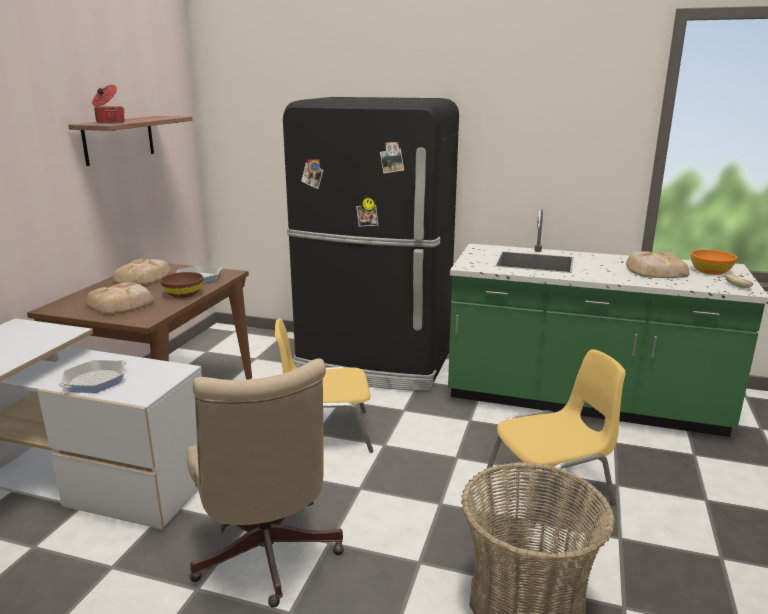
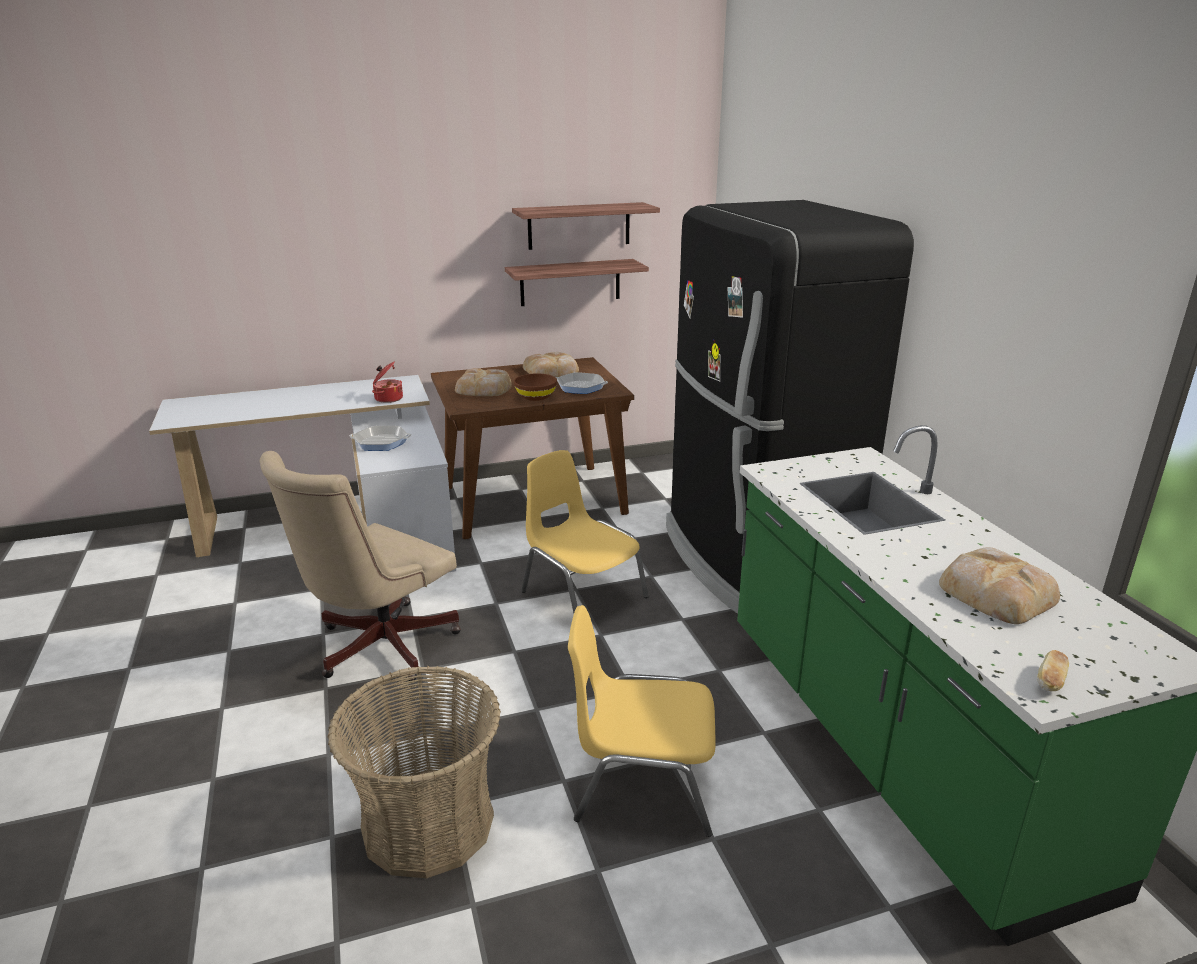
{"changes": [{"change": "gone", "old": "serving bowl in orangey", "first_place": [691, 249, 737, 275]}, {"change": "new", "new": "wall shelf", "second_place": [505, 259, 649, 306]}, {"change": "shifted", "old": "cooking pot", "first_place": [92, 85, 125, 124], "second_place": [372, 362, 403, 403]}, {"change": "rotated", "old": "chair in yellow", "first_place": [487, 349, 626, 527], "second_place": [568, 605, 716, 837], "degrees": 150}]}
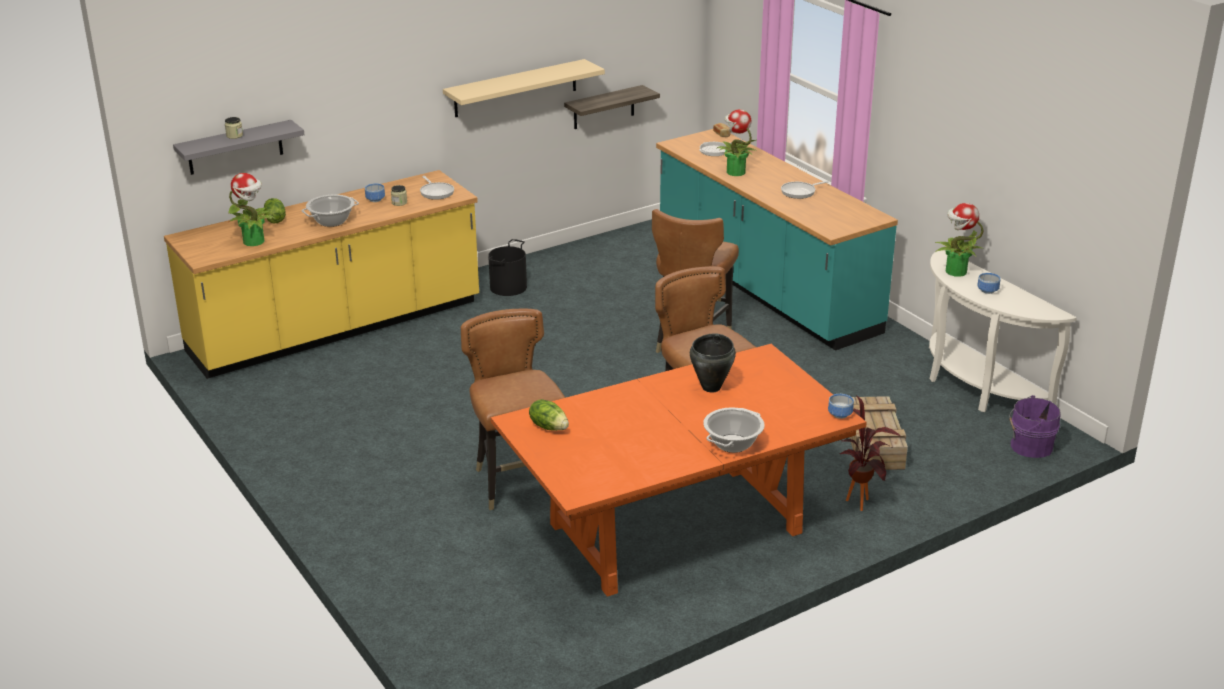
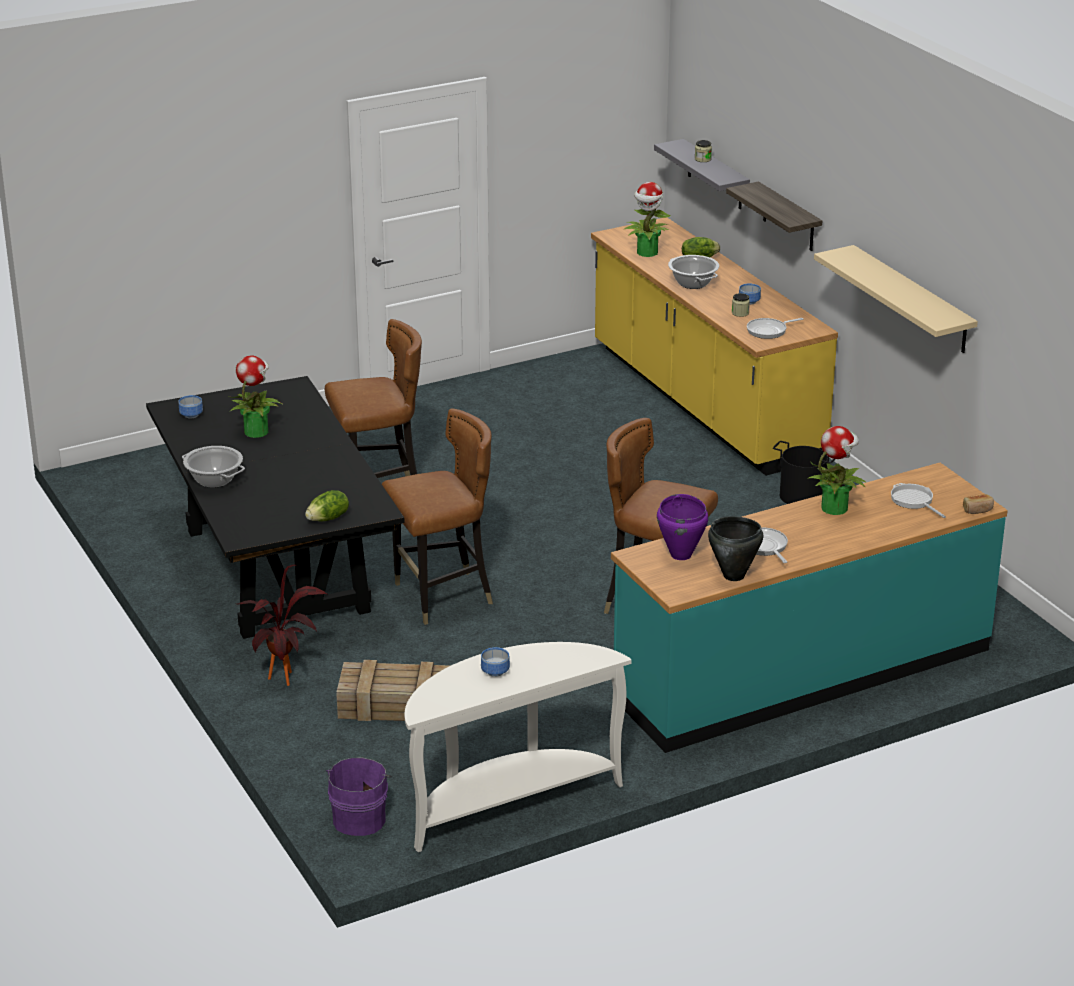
{"changes": [{"change": "new", "new": "cooking pot in purple-coloured", "second_place": [657, 494, 709, 560]}, {"change": "shifted", "old": "lettuce", "first_place": [529, 399, 569, 431], "second_place": [305, 490, 349, 521]}, {"change": "shifted", "old": "wall shelf", "first_place": [564, 85, 660, 129], "second_place": [726, 182, 822, 251]}, {"change": "shifted", "old": "cooking pot in black-coloured", "first_place": [690, 333, 736, 392], "second_place": [708, 516, 763, 581]}, {"change": "shifted", "old": "serving bowl", "first_place": [828, 394, 854, 419], "second_place": [179, 395, 203, 418]}, {"change": "shifted", "old": "houseplant", "first_place": [935, 203, 983, 277], "second_place": [229, 355, 282, 438]}, {"change": "repainted", "old": "dinner table in orangey", "new": "dinner table in black-coloured", "first_place": [491, 344, 867, 597], "second_place": [146, 376, 405, 639]}]}
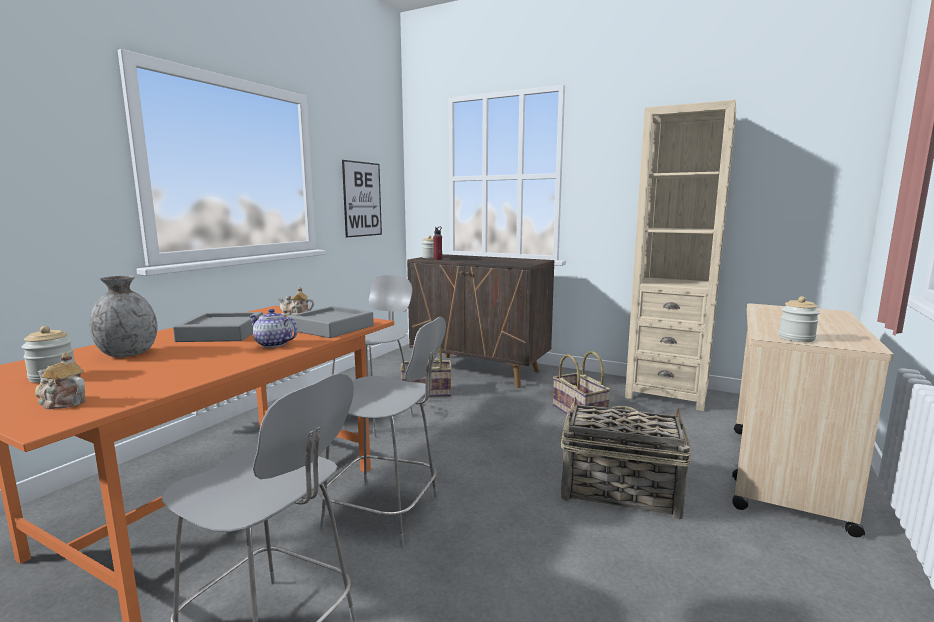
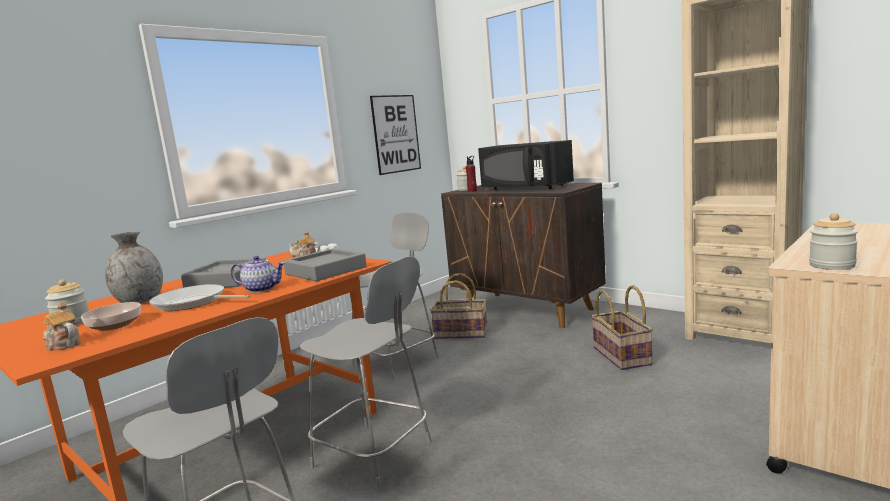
{"changes": [{"change": "gone", "old": "storage basket", "first_place": [561, 397, 691, 520]}, {"change": "new", "new": "serving bowl", "second_place": [81, 302, 141, 331]}, {"change": "new", "new": "skillet", "second_place": [149, 284, 250, 311]}, {"change": "new", "new": "microwave oven in black-coloured", "second_place": [478, 140, 574, 190]}, {"change": "rotated", "old": "pot for tea", "first_place": [249, 309, 298, 348], "second_place": [231, 256, 285, 293], "degrees": 150}]}
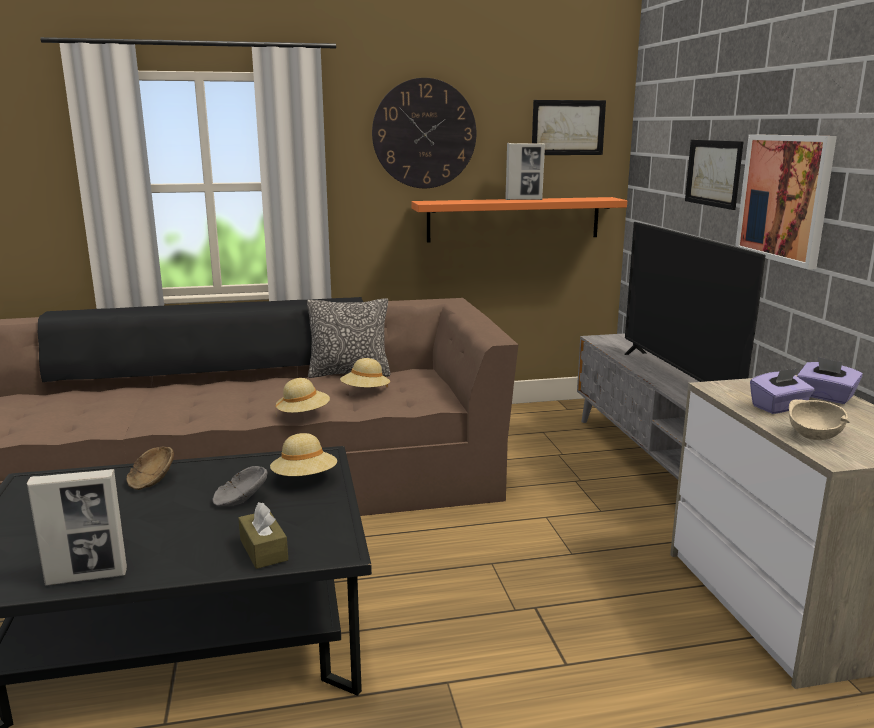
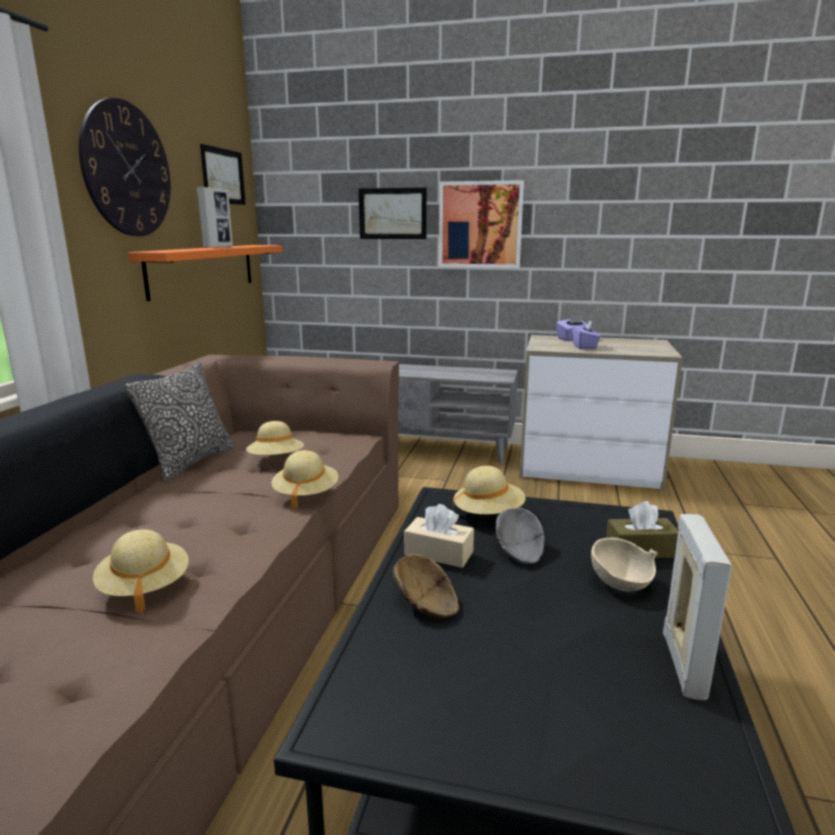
{"changes": [{"change": "gone", "old": "TV set", "first_place": [624, 222, 766, 382]}, {"change": "new", "new": "hat in sand-coloured", "second_place": [93, 529, 189, 612]}, {"change": "new", "new": "tissue holder in sand-coloured", "second_place": [404, 504, 474, 568]}, {"change": "shifted", "old": "serving bowl in sand-coloured", "first_place": [789, 399, 849, 440], "second_place": [591, 538, 658, 592]}]}
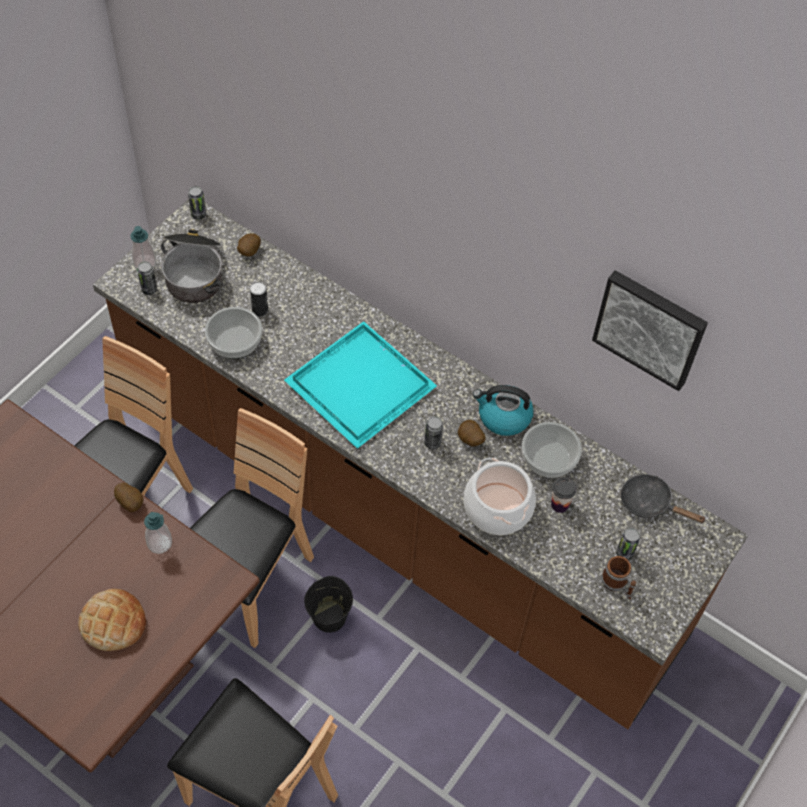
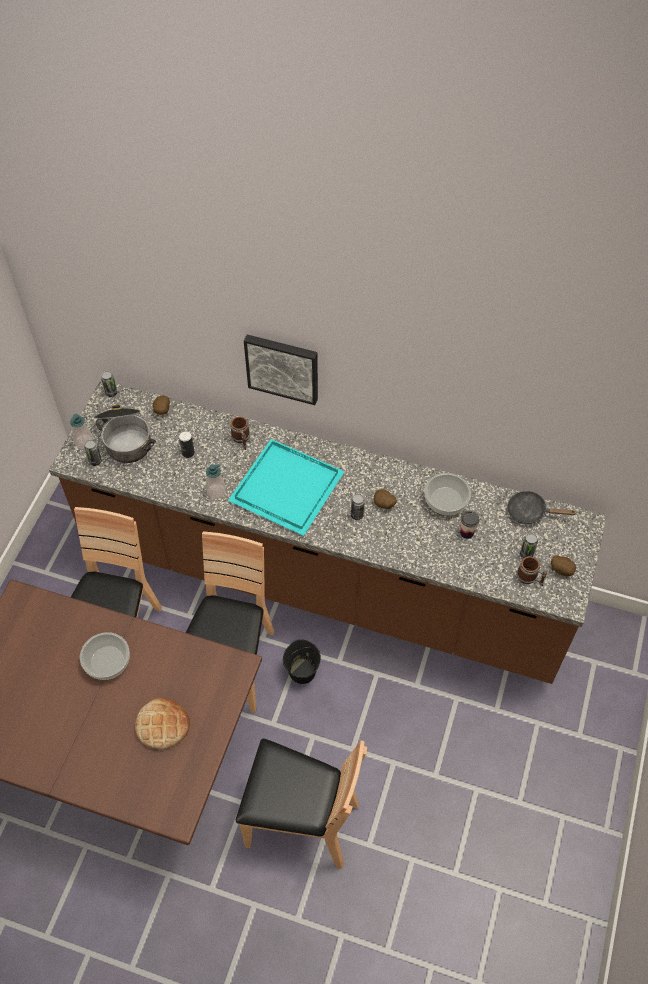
{"changes": [{"change": "gone", "old": "cooking pot", "first_place": [463, 458, 536, 535]}, {"change": "gone", "old": "kettle", "first_place": [473, 385, 533, 436]}, {"change": "new", "new": "coffee mug", "second_place": [230, 417, 250, 450]}, {"change": "shifted", "old": "whole potato", "first_place": [114, 483, 144, 512], "second_place": [551, 555, 576, 577]}, {"change": "shifted", "old": "liquid soap bottle", "first_place": [144, 512, 172, 554], "second_place": [206, 464, 226, 499]}, {"change": "shifted", "old": "serving bowl", "first_place": [205, 307, 262, 359], "second_place": [80, 632, 130, 680]}, {"change": "shifted", "old": "wall picture", "first_place": [592, 270, 708, 391], "second_place": [244, 334, 318, 405]}]}
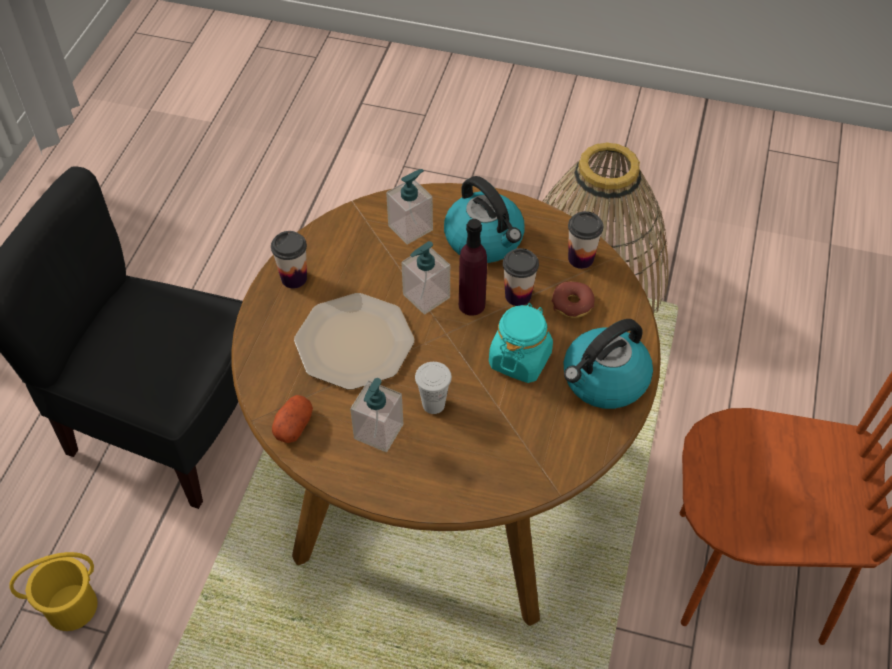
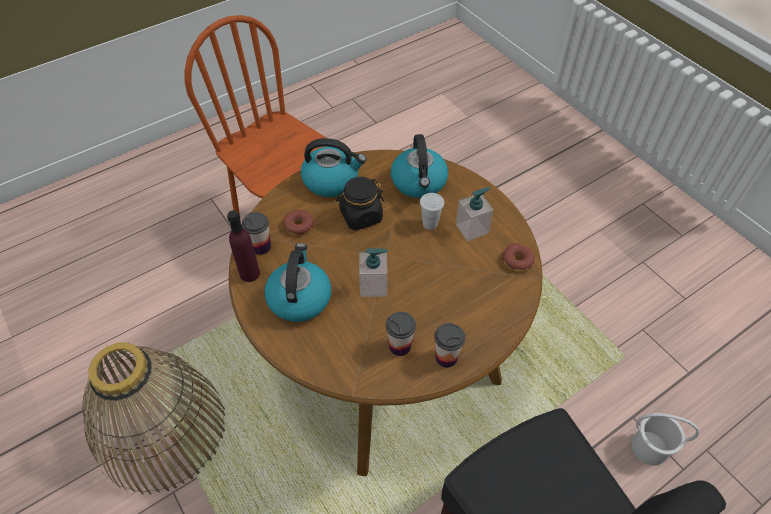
{"changes": [{"change": "gone", "old": "flat dish", "first_place": [294, 293, 414, 390]}, {"change": "gone", "old": "liquid soap bottle", "first_place": [386, 169, 433, 245]}, {"change": "new", "new": "kettle", "second_place": [391, 134, 448, 198]}, {"change": "shifted", "old": "beverage bottle in purple-coloured", "first_place": [459, 219, 487, 316], "second_place": [227, 210, 260, 282]}, {"change": "shifted", "old": "drinking cup", "first_place": [503, 248, 539, 306], "second_place": [386, 312, 416, 356]}, {"change": "swapped", "old": "whole potato", "new": "donut", "first_place": [272, 395, 313, 443], "second_place": [502, 243, 535, 272]}, {"change": "repainted", "old": "water bucket in yellow", "new": "water bucket in white", "first_place": [10, 552, 98, 631], "second_place": [631, 413, 699, 465]}, {"change": "repainted", "old": "jar in turquoise", "new": "jar in black-coloured", "first_place": [489, 303, 553, 383], "second_place": [336, 177, 384, 231]}]}
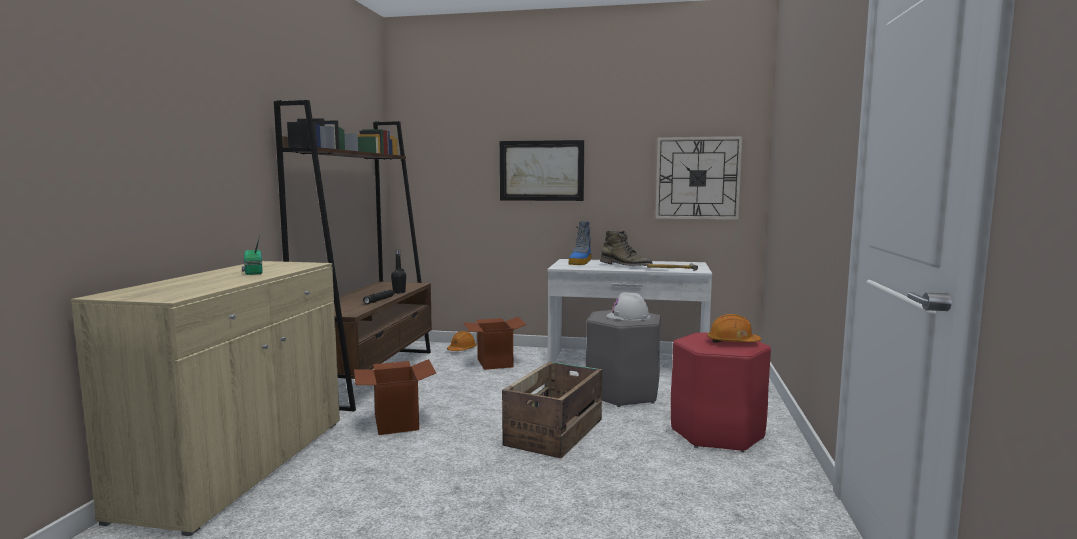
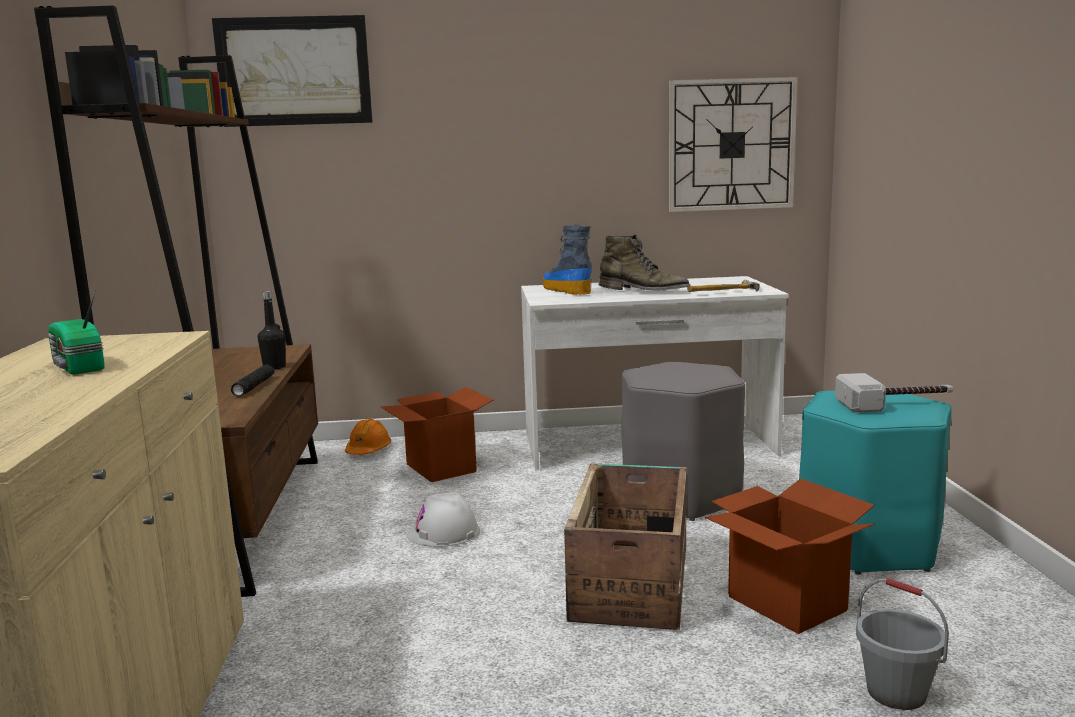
{"changes": [{"change": "new", "new": "water bucket in greyish", "second_place": [856, 578, 949, 710]}, {"change": "shifted", "old": "cardboard box", "first_place": [354, 359, 436, 435], "second_place": [705, 478, 875, 634]}, {"change": "shifted", "old": "wall picture", "first_place": [500, 140, 584, 201], "second_place": [212, 15, 373, 127]}, {"change": "shifted", "old": "safety helmet in white", "first_place": [607, 293, 651, 321], "second_place": [407, 492, 480, 547]}, {"change": "swapped", "old": "safety helmet in orangey", "new": "hand hammer", "first_place": [707, 314, 761, 343], "second_place": [835, 373, 953, 412]}, {"change": "repainted", "old": "sitting stool in red-coloured", "new": "sitting stool in turquoise", "first_place": [671, 332, 771, 452], "second_place": [799, 391, 952, 575]}, {"change": "rotated", "old": "high-top boot", "first_place": [568, 221, 592, 265], "second_place": [543, 225, 592, 295], "degrees": 150}]}
